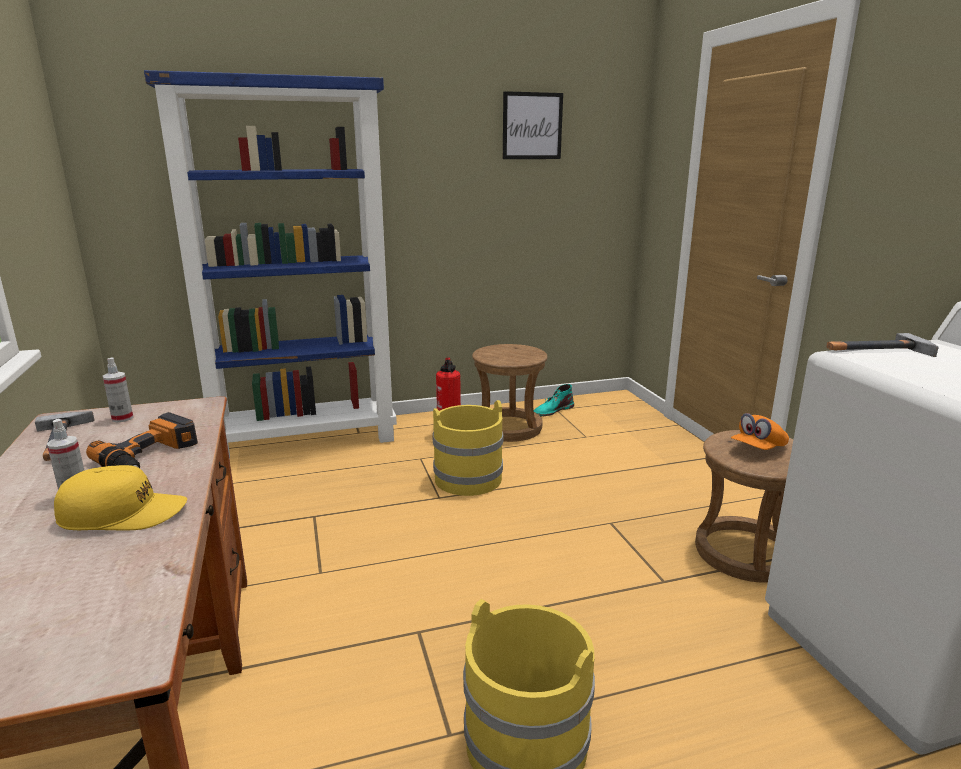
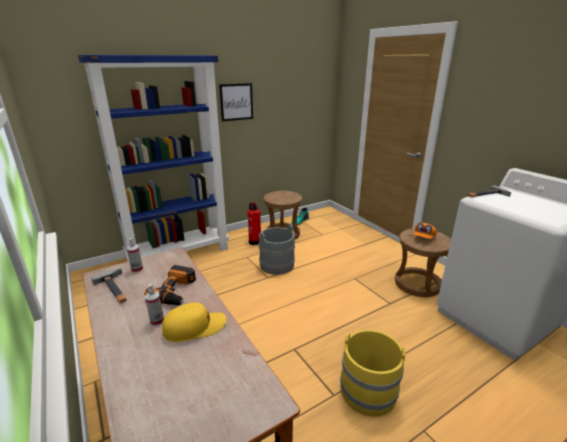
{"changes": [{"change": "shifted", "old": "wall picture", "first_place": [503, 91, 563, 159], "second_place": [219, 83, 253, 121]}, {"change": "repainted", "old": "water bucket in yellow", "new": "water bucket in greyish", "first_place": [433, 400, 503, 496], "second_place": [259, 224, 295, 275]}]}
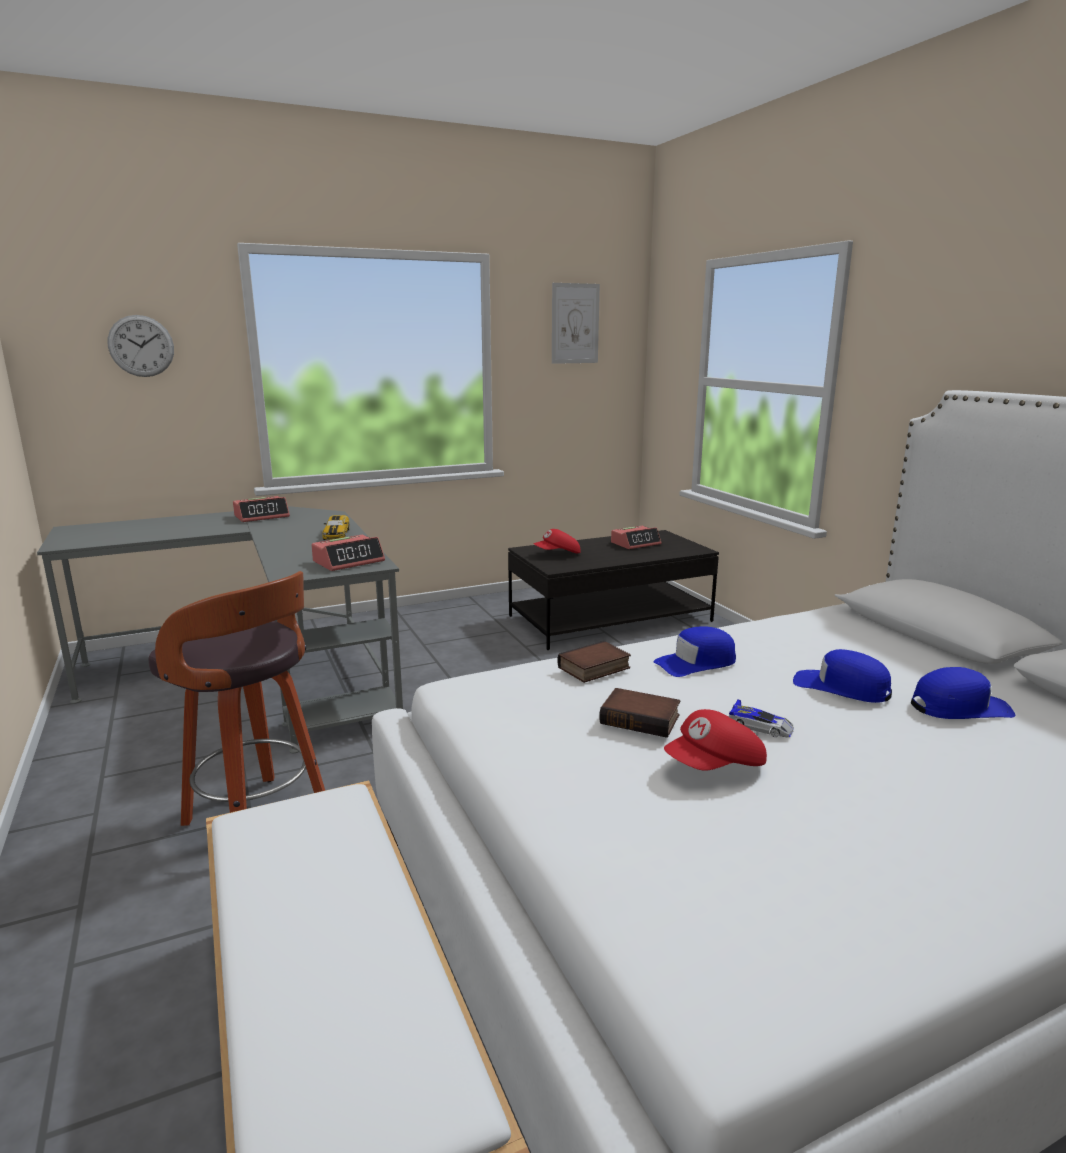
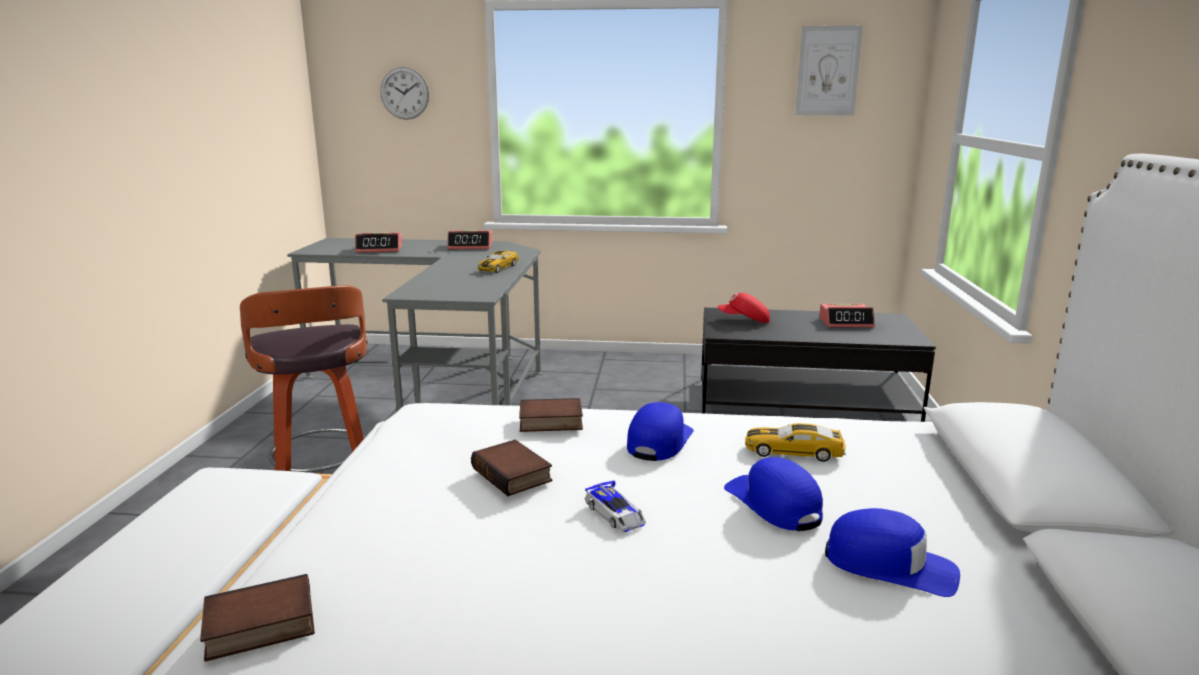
{"changes": [{"change": "gone", "old": "baseball cap in red-coloured", "first_place": [664, 709, 767, 771]}, {"change": "new", "new": "book", "second_place": [200, 574, 315, 662]}, {"change": "new", "new": "miniature car", "second_place": [745, 423, 846, 462]}, {"change": "shifted", "old": "alarm clock", "first_place": [311, 535, 385, 571], "second_place": [355, 232, 402, 253]}, {"change": "rotated", "old": "baseball cap in blue", "first_place": [653, 626, 736, 677], "second_place": [627, 402, 694, 461], "degrees": 105}]}
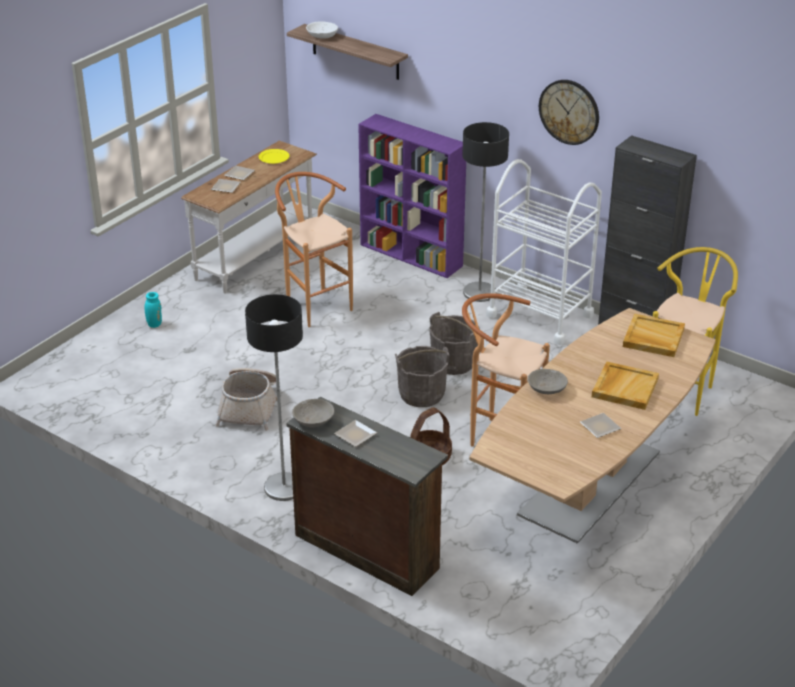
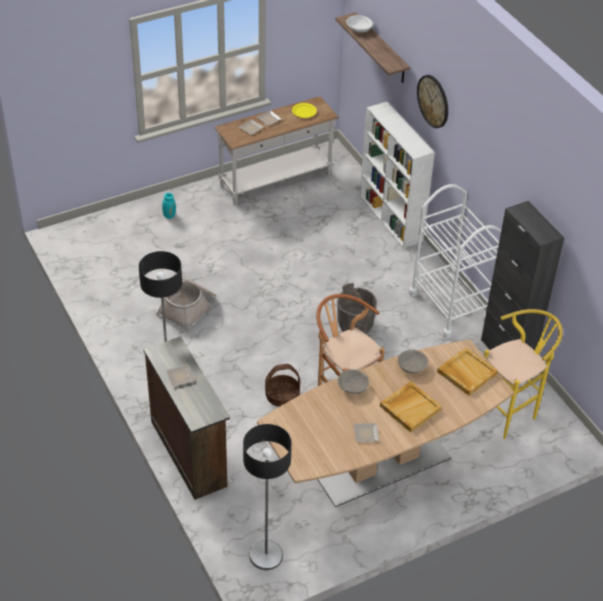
{"changes": [{"change": "gone", "old": "sitting stool in brown-coloured", "first_place": [275, 172, 353, 327]}, {"change": "gone", "old": "water bucket in greyish", "first_place": [395, 346, 449, 407]}, {"change": "shifted", "old": "serving bowl in greyish", "first_place": [292, 399, 334, 427], "second_place": [397, 350, 428, 373]}, {"change": "shifted", "old": "floor lamp", "first_place": [462, 122, 509, 302], "second_place": [243, 424, 292, 570]}, {"change": "shifted", "old": "wall clock", "first_place": [539, 80, 599, 145], "second_place": [417, 75, 448, 128]}, {"change": "repainted", "old": "bookcase in purple-coloured", "new": "bookcase in white", "first_place": [358, 114, 466, 278], "second_place": [360, 102, 435, 248]}]}
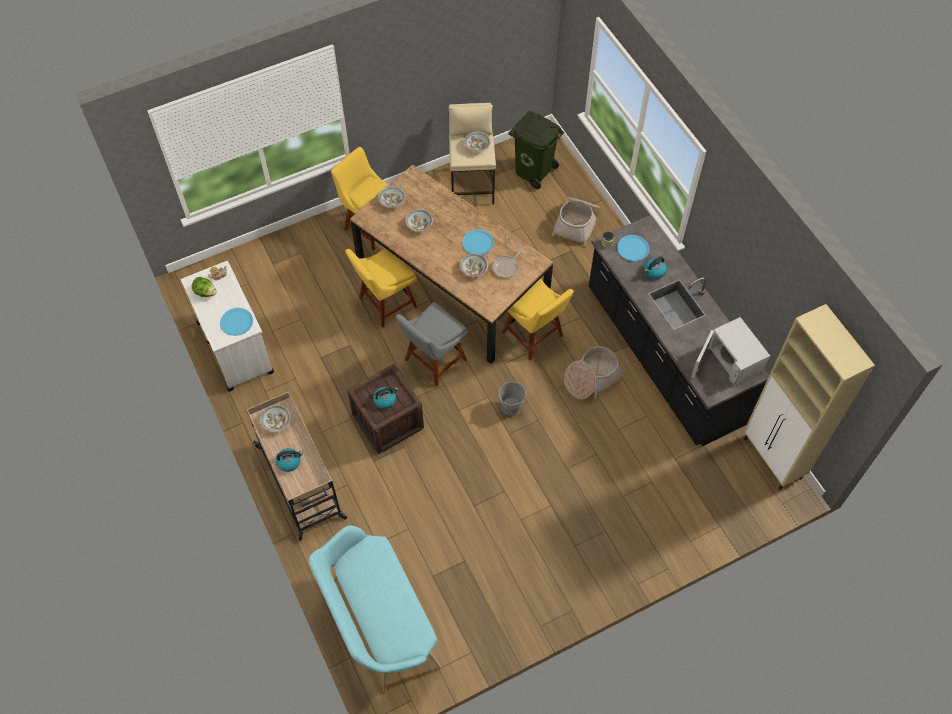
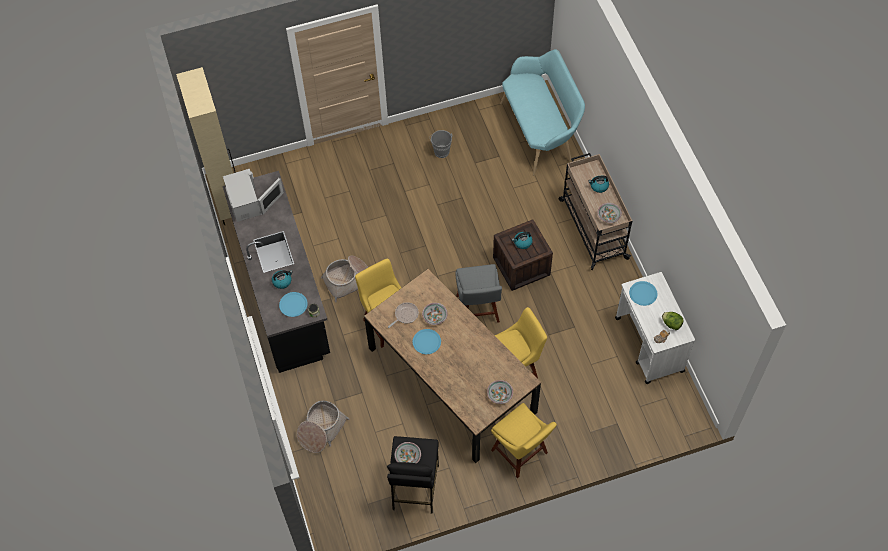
{"changes": [{"change": "gone", "old": "serving bowl", "first_place": [405, 209, 433, 232]}, {"change": "gone", "old": "trash can in greenish", "first_place": [508, 111, 564, 189]}, {"change": "shifted", "old": "water bucket in greyish", "first_place": [498, 382, 529, 416], "second_place": [429, 130, 452, 158]}, {"change": "repainted", "old": "sitting stool in sand-coloured", "new": "sitting stool in black-coloured", "first_place": [448, 103, 496, 205], "second_place": [387, 436, 439, 514]}, {"change": "rotated", "old": "chair in greyish", "first_place": [396, 302, 468, 387], "second_place": [455, 264, 502, 323], "degrees": 120}]}
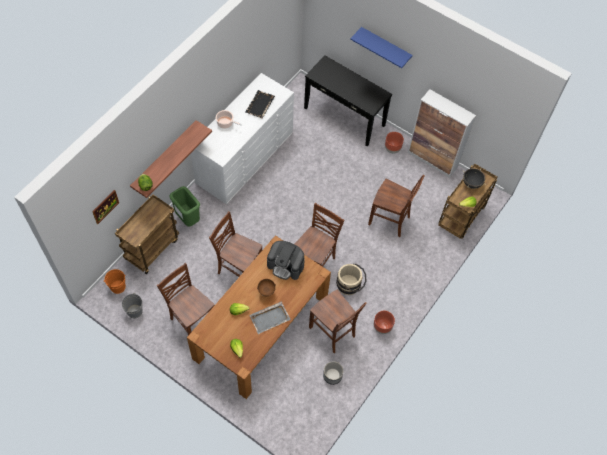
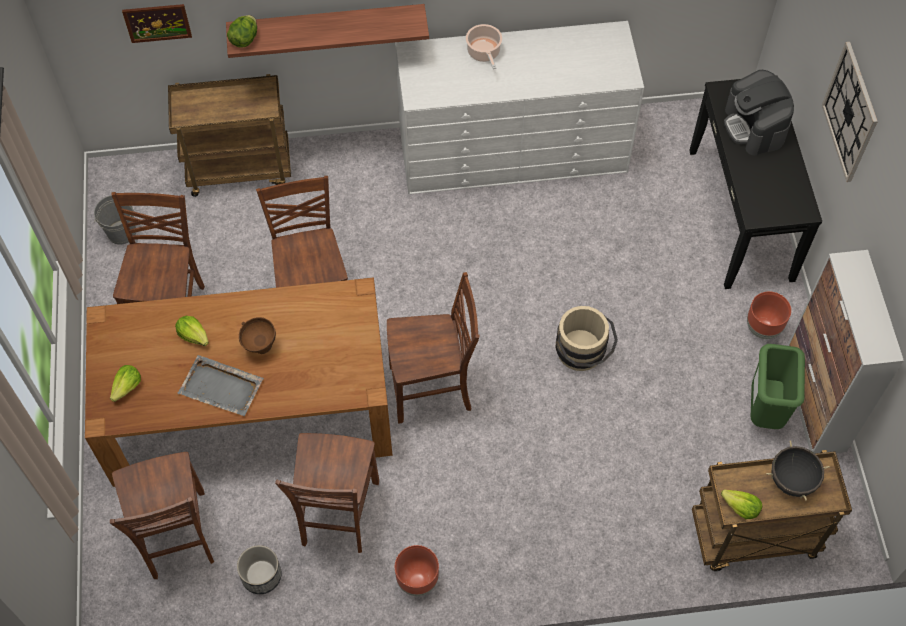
{"changes": [{"change": "gone", "old": "water bucket in orangey", "first_place": [103, 269, 126, 294]}, {"change": "gone", "old": "serving tray in black-coloured", "first_place": [245, 90, 275, 119]}, {"change": "shifted", "old": "trash can in greenish", "first_place": [170, 186, 200, 226], "second_place": [751, 344, 805, 429]}, {"change": "shifted", "old": "coffee brewer", "first_place": [267, 241, 305, 280], "second_place": [724, 70, 794, 156]}, {"change": "shifted", "old": "water bucket in sand-coloured", "first_place": [336, 264, 366, 295], "second_place": [556, 306, 618, 371]}, {"change": "shifted", "old": "chair in brown-coloured", "first_place": [368, 175, 425, 237], "second_place": [110, 452, 214, 579]}, {"change": "swapped", "old": "wall shelf in blue", "new": "wall clock", "first_place": [350, 27, 413, 68], "second_place": [822, 42, 878, 182]}]}
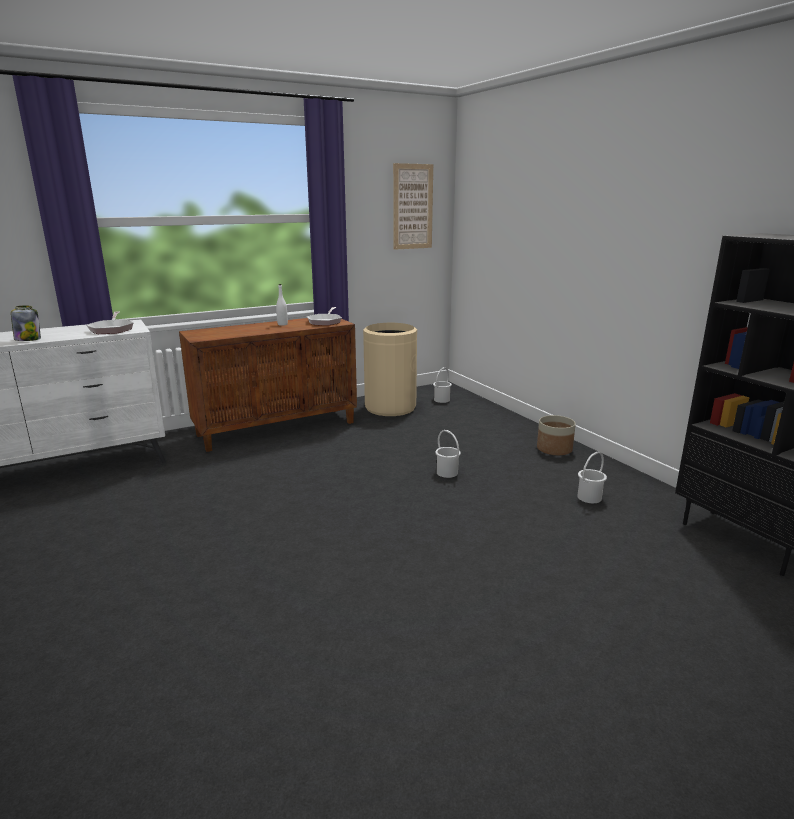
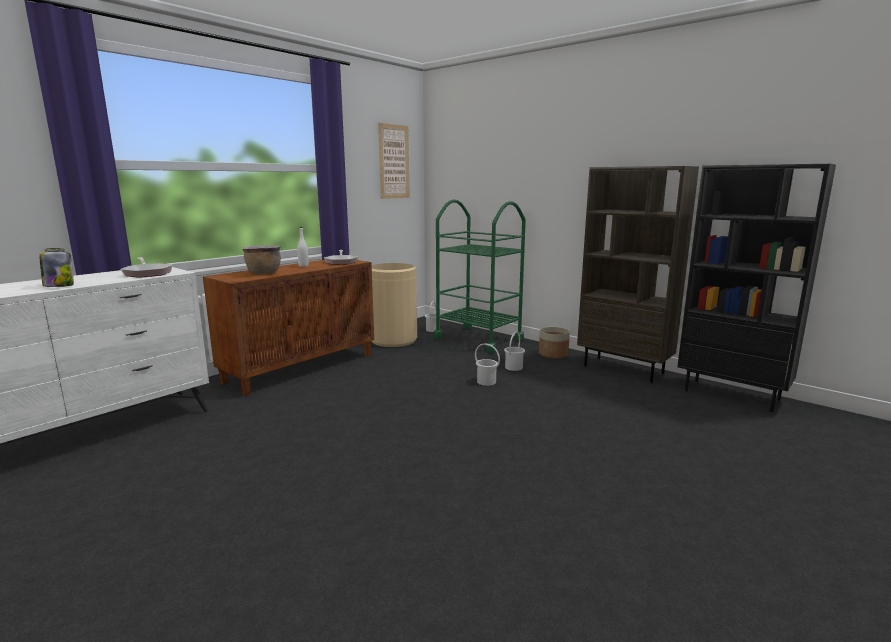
{"changes": [{"change": "new", "new": "cooking pot in brown-coloured", "second_place": [242, 245, 281, 275]}, {"change": "new", "new": "cart in greenish", "second_place": [433, 199, 526, 353]}, {"change": "new", "new": "bookcase in brown-coloured", "second_place": [577, 166, 699, 383]}, {"change": "shifted", "old": "water bucket in white", "first_place": [577, 452, 607, 503], "second_place": [504, 332, 525, 371]}]}
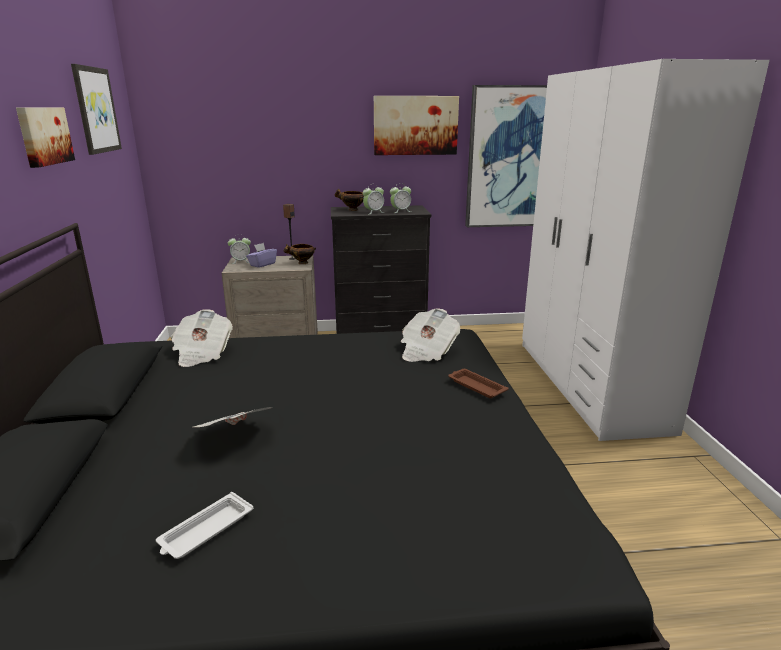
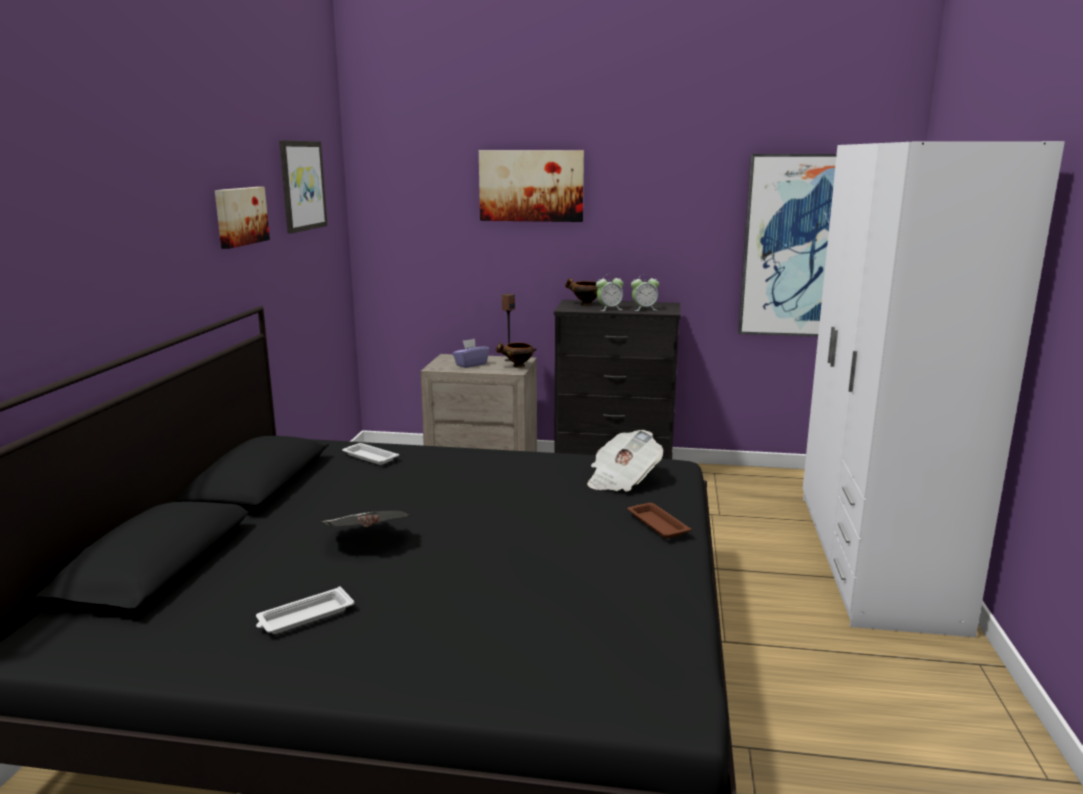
{"changes": [{"change": "gone", "old": "alarm clock", "first_place": [228, 234, 251, 264]}, {"change": "shifted", "old": "wall picture", "first_place": [374, 96, 459, 155], "second_place": [479, 150, 584, 222]}, {"change": "swapped", "old": "printed paper", "new": "serving tray in white", "first_place": [171, 309, 233, 367], "second_place": [342, 443, 399, 465]}]}
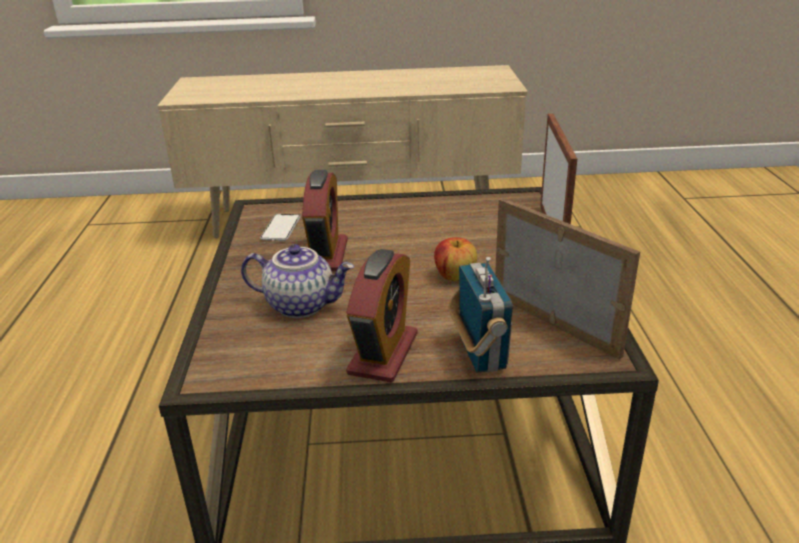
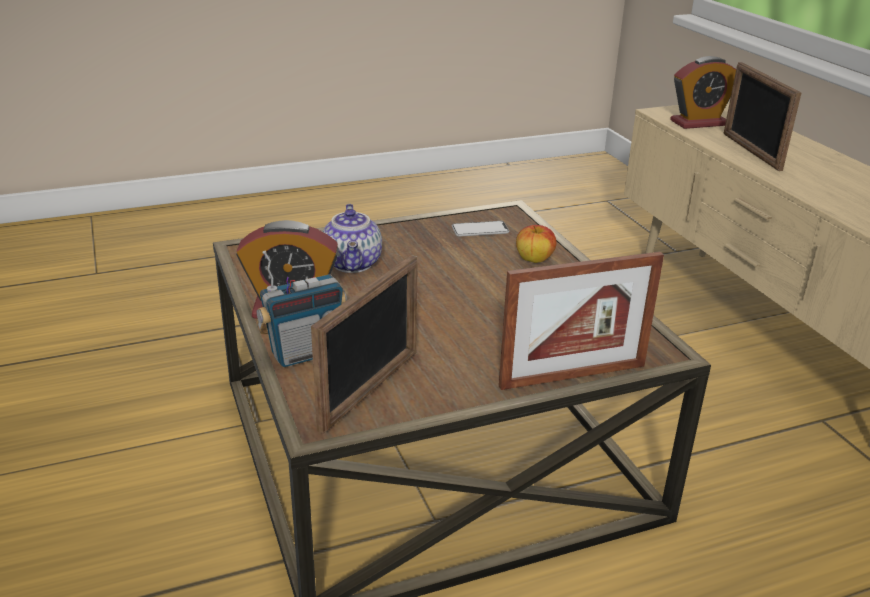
{"changes": [{"change": "new", "new": "photo frame", "second_place": [724, 62, 801, 171]}, {"change": "shifted", "old": "alarm clock", "first_place": [302, 170, 348, 272], "second_place": [670, 56, 736, 129]}, {"change": "shifted", "old": "whole apple", "first_place": [434, 237, 477, 281], "second_place": [516, 225, 556, 263]}]}
